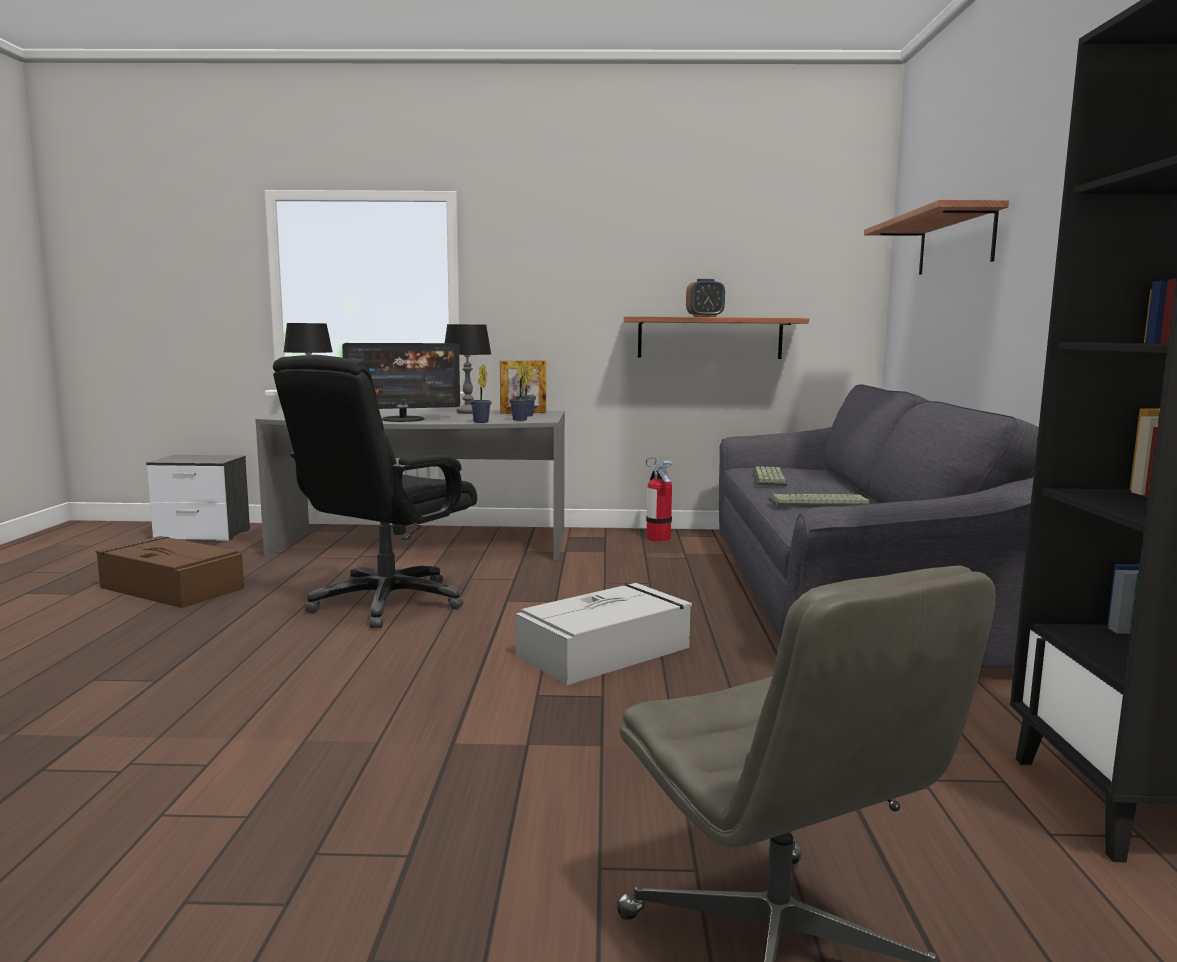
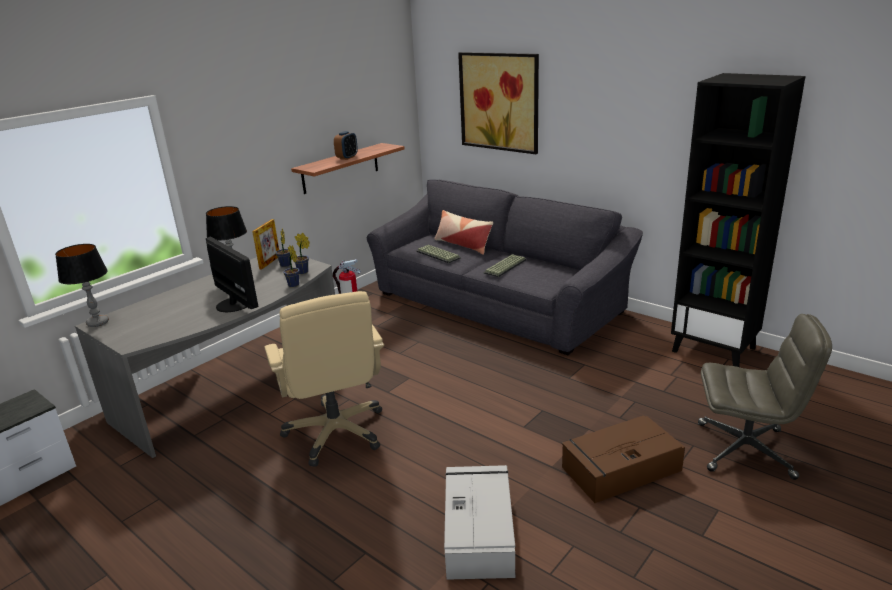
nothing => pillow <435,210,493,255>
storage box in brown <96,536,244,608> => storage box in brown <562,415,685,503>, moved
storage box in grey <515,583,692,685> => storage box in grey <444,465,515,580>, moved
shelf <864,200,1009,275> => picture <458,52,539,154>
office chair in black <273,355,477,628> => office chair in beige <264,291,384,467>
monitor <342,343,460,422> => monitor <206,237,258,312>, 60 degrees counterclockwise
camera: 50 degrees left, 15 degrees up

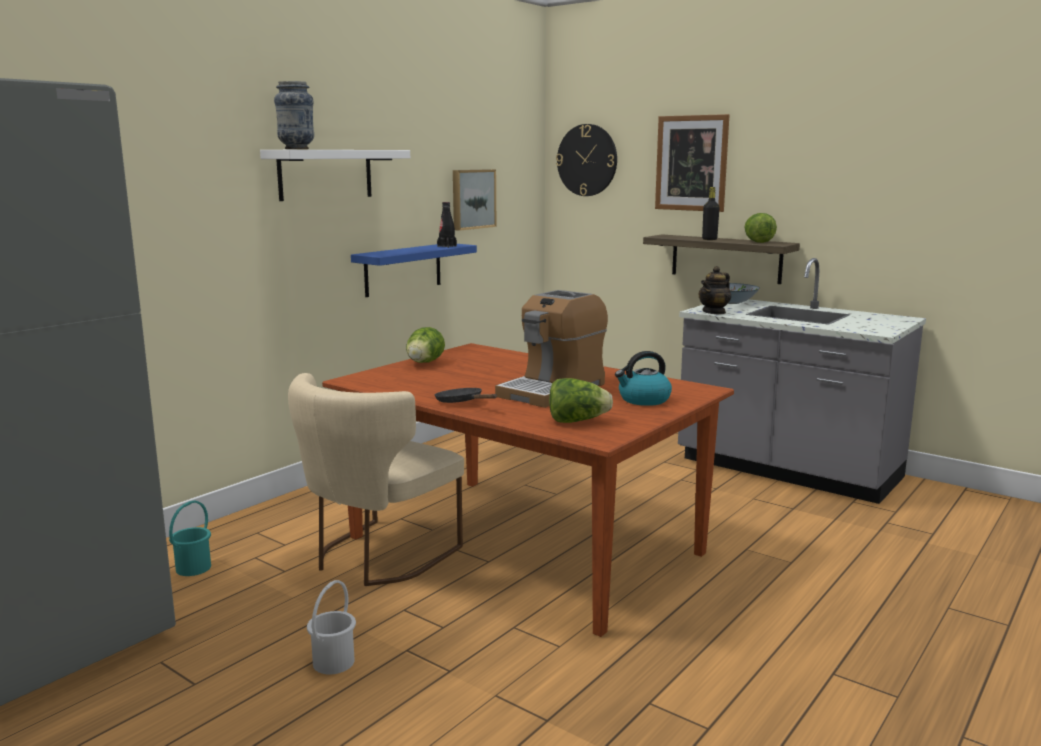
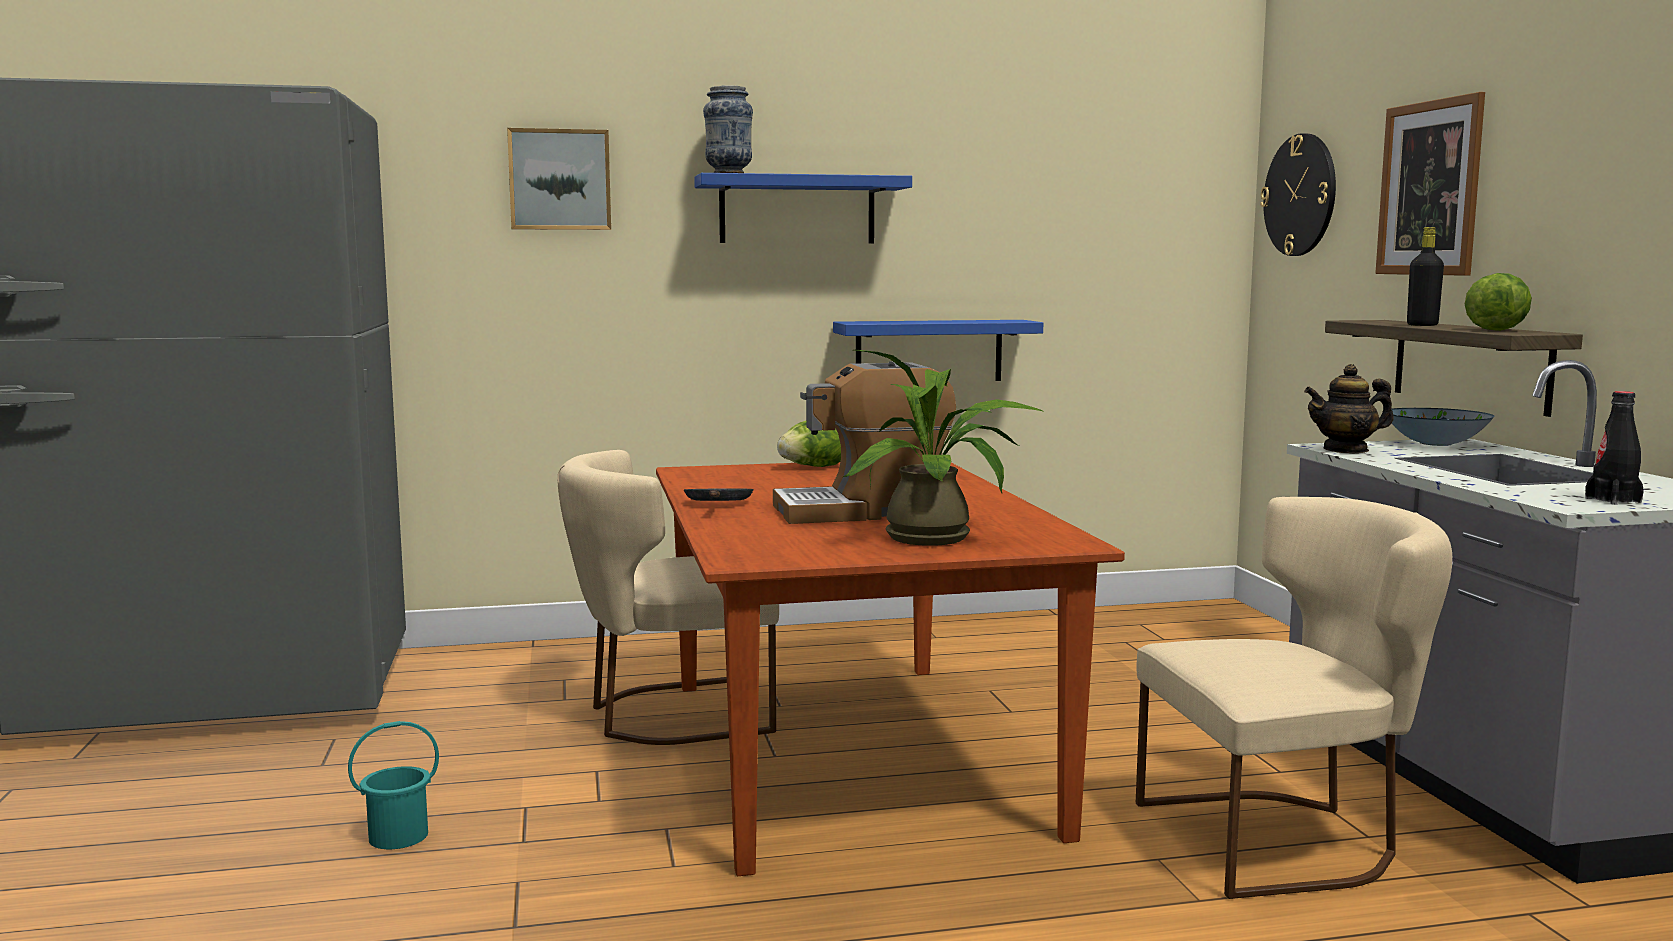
bucket in white <307,580,356,674> => nothing
lettuce <549,378,613,423> => nothing
nothing => chair in beige <1136,497,1452,899>
bucket in turquoise <169,501,211,576> => bucket in turquoise <348,721,439,849>, moved
bottle in black <437,202,457,248> => bottle in black <1585,391,1644,505>, moved
picture <453,169,496,231> => picture <507,128,611,230>, moved
kettle <615,351,672,406> => potted plant <843,350,1045,546>
shelf in white <260,150,410,201> => shelf in blue <694,173,912,243>
camera: 40 degrees right, 5 degrees down

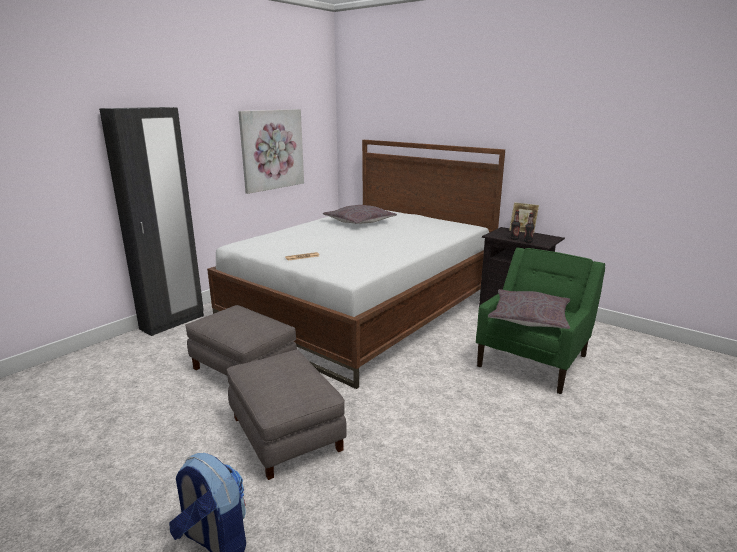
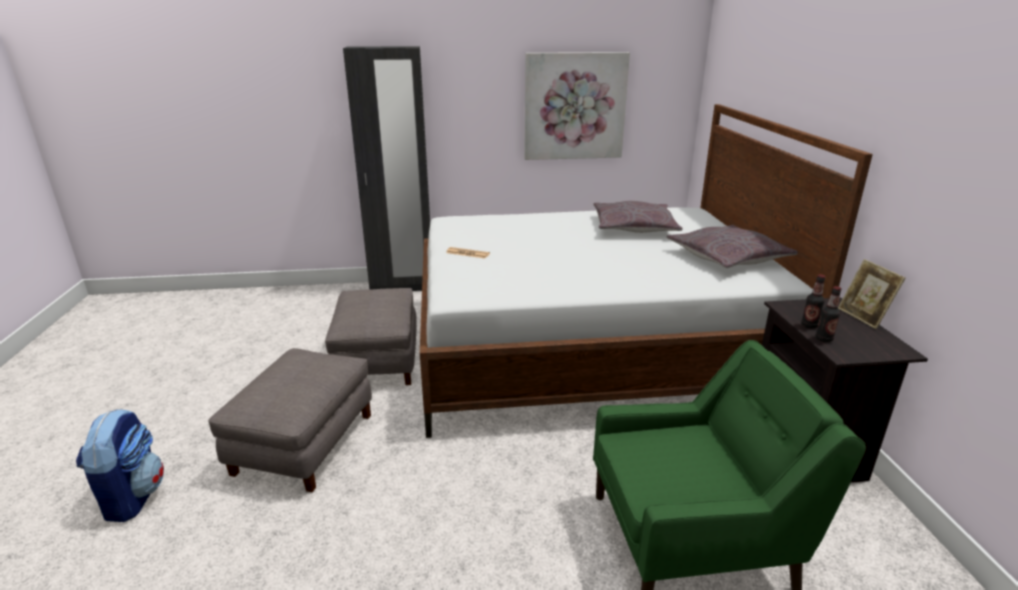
pillow in grey <488,289,570,329> => pillow in grey <666,225,798,268>, moved
camera: 45 degrees right, 5 degrees up

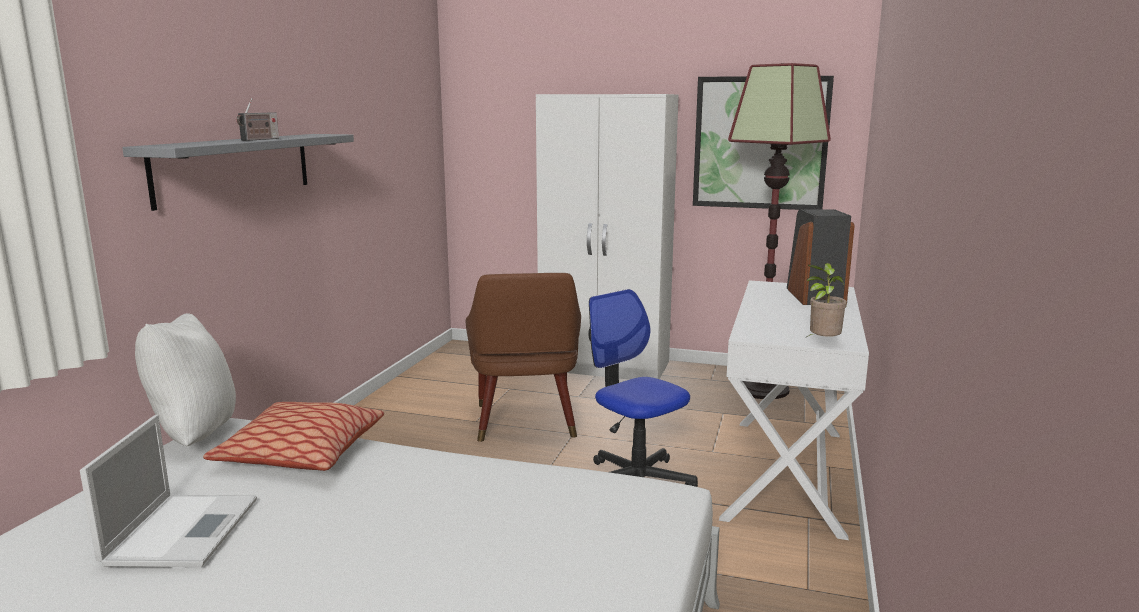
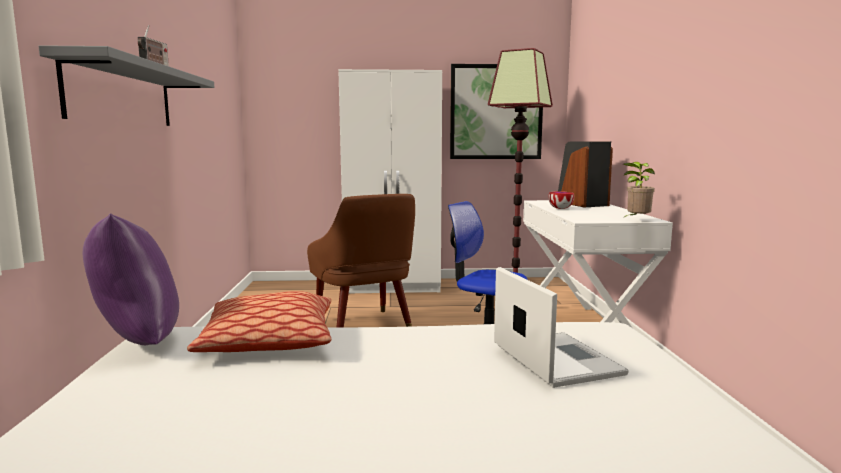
nothing => bowl <548,191,574,209>
laptop <80,414,257,567> => laptop <494,267,629,388>, moved
pillow in white <135,313,236,446> => pillow in purple <83,213,179,346>
camera: 20 degrees left, 5 degrees down

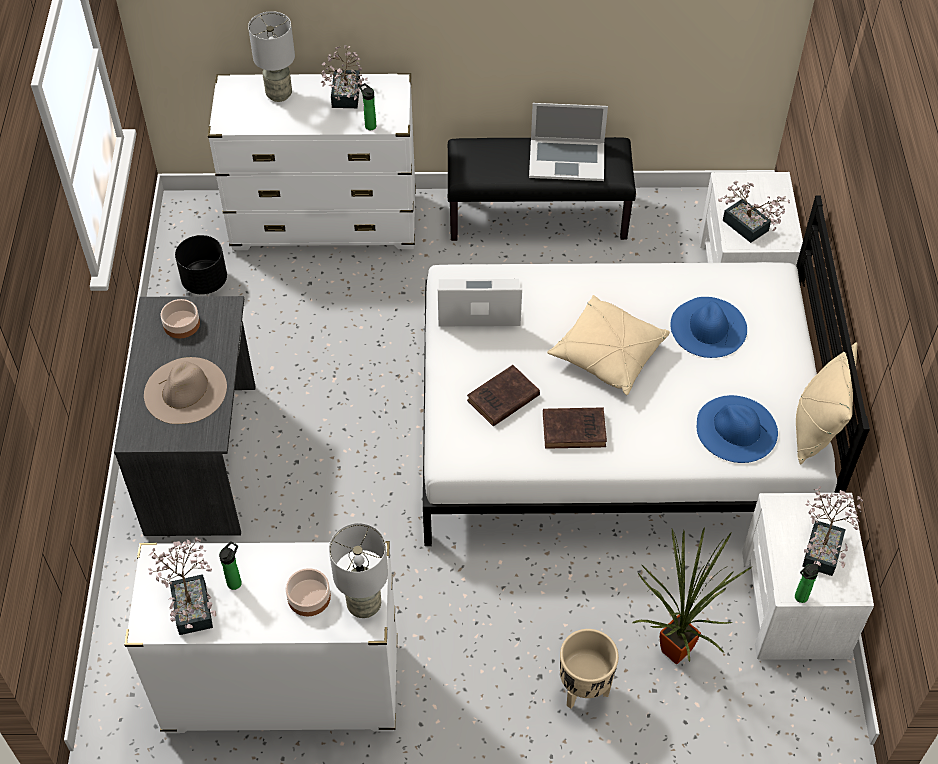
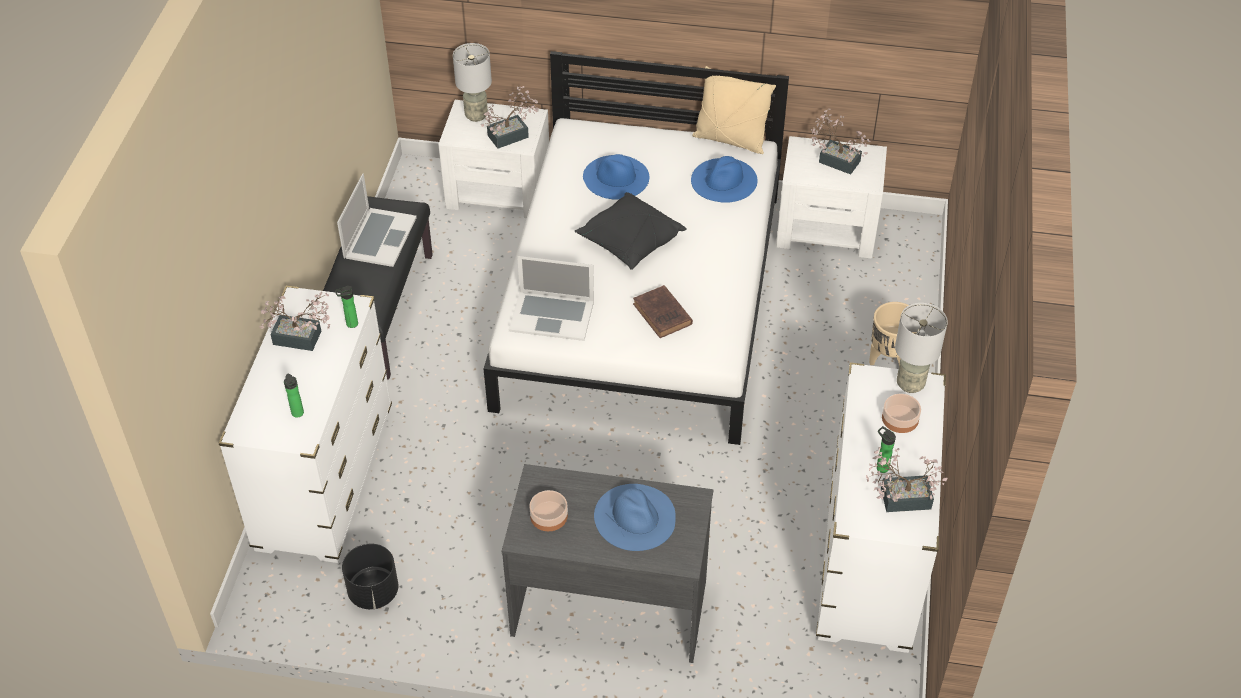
book in brown <543,407,607,449> => nothing
potted plant <632,528,753,664> => nothing
table lamp in grey <248,11,295,102> => table lamp in grey <453,43,492,122>, moved
bottle <795,564,819,603> => bottle <284,374,304,418>, moved
hat in beige <144,357,227,424> => hat in blue <594,484,676,551>
pillow in beige <547,295,670,395> => pillow in black <575,192,687,270>
laptop <438,279,522,326> => laptop <509,256,594,341>, 90 degrees counterclockwise
camera: 80 degrees left, 5 degrees down

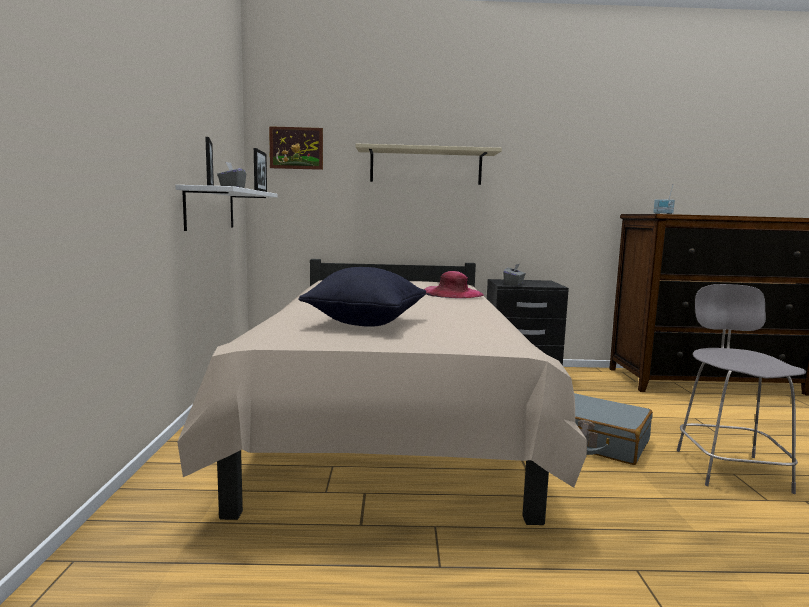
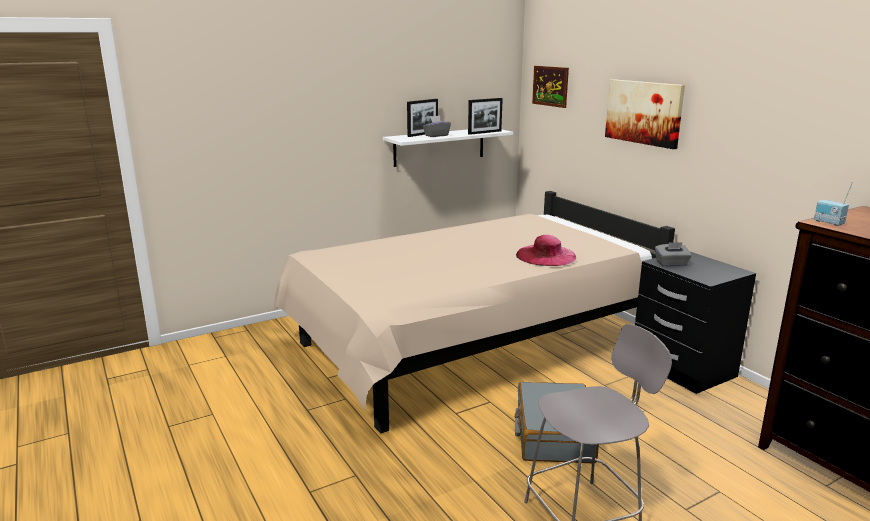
pillow in black <298,267,426,327> => nothing
shelf in beige <356,144,502,185> => picture <605,79,685,149>
camera: 60 degrees right, 10 degrees up

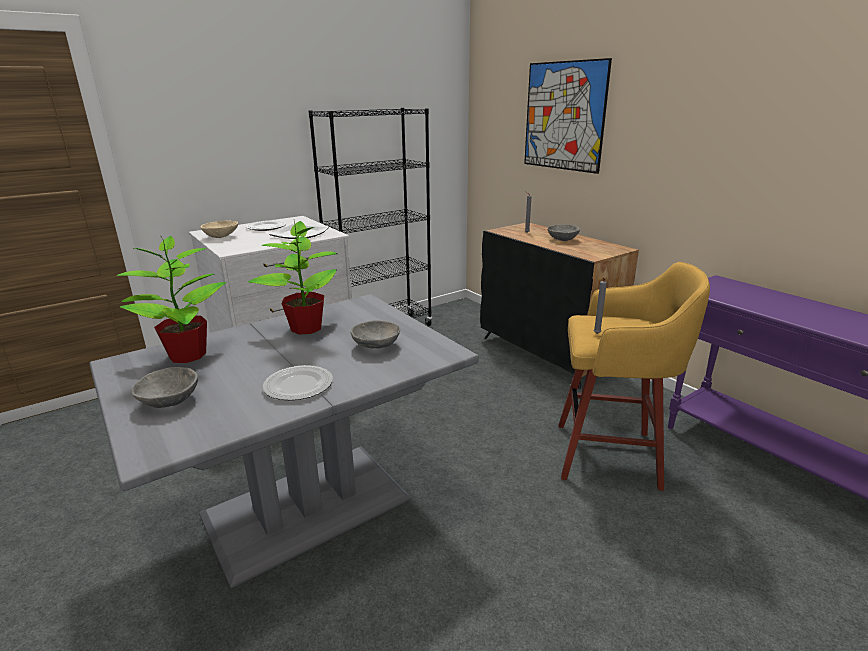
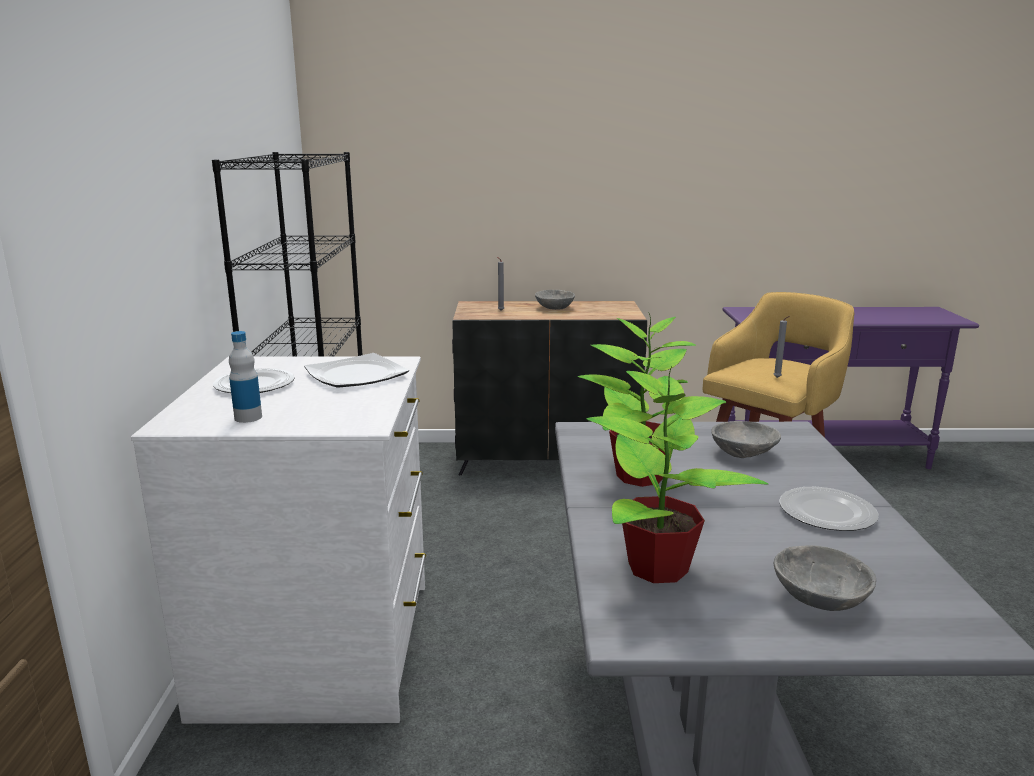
picture <524,58,612,174> => nothing
bowl in beige <201,221,238,238> => bottle <229,331,262,423>
camera: 55 degrees left, 5 degrees down

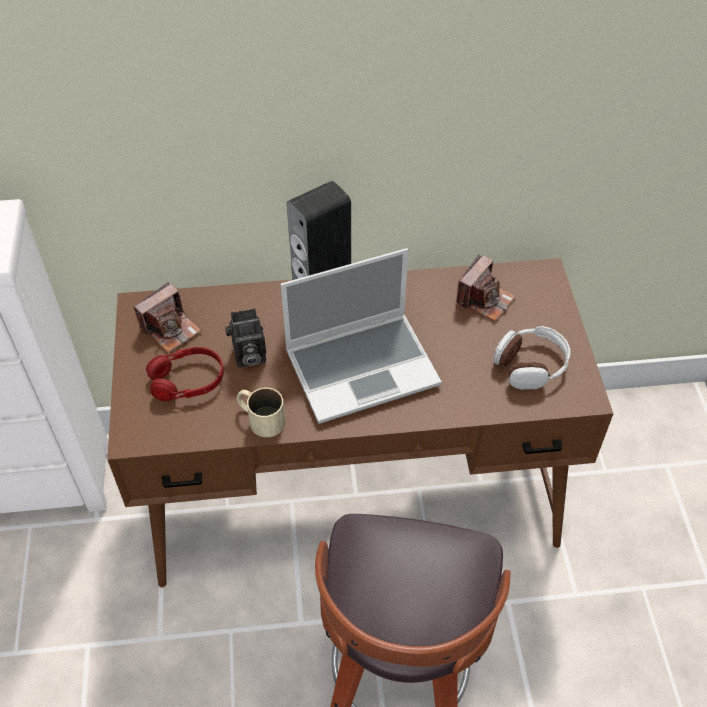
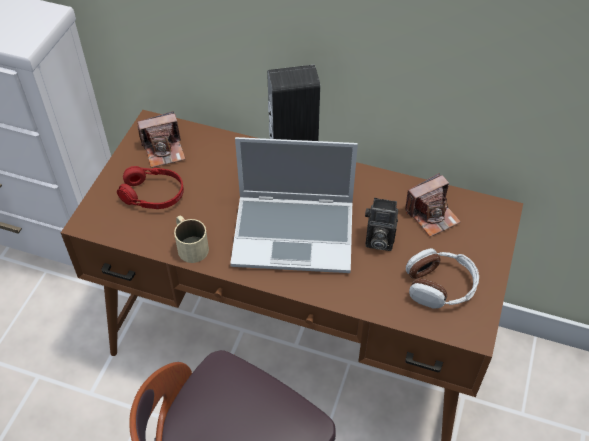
photo camera <225,308,266,368> => photo camera <365,198,398,251>, moved
camera: 25 degrees right, 0 degrees up

